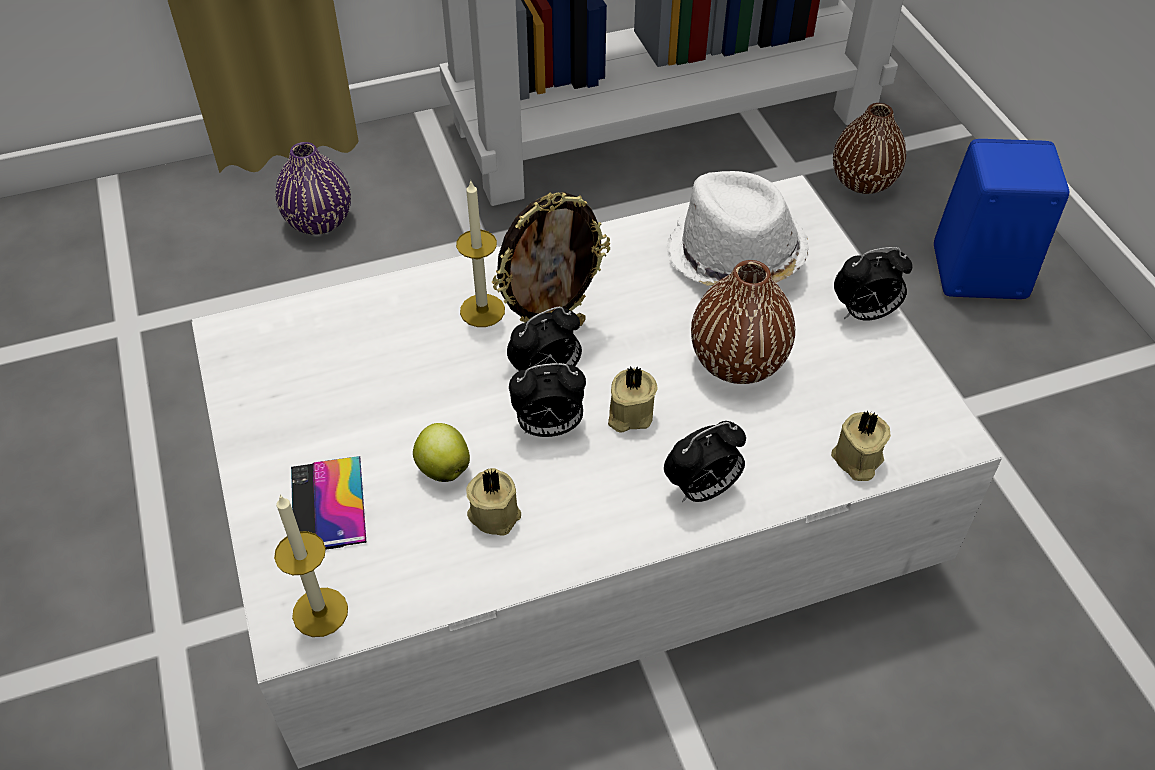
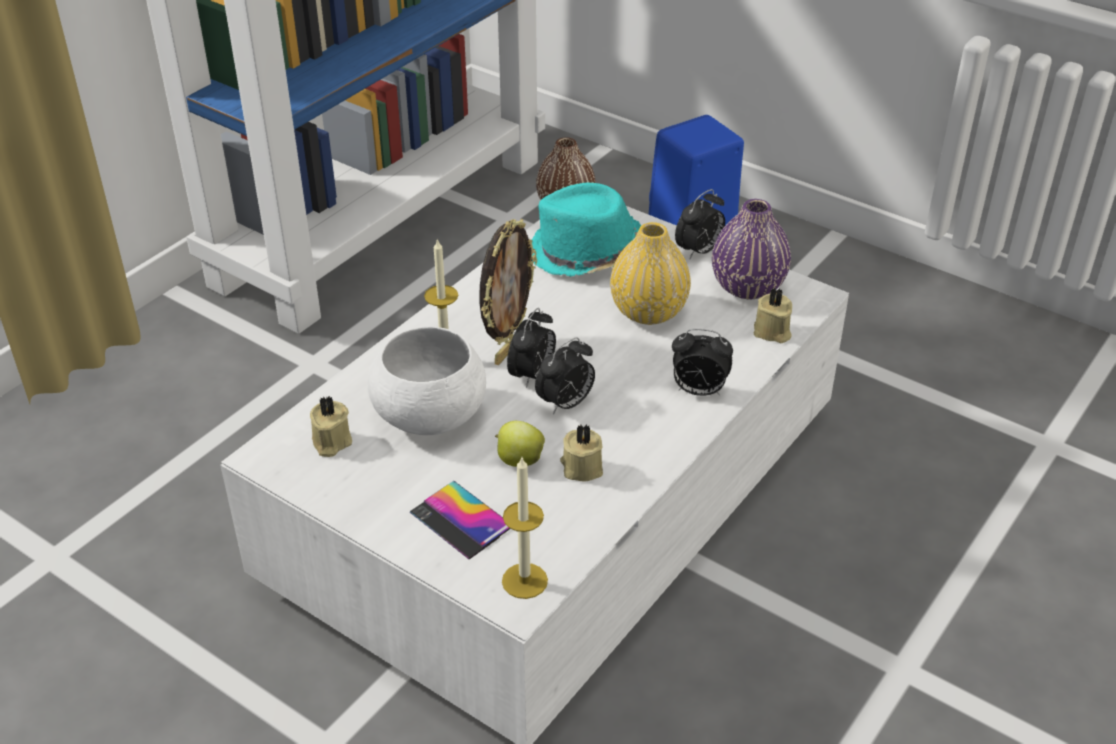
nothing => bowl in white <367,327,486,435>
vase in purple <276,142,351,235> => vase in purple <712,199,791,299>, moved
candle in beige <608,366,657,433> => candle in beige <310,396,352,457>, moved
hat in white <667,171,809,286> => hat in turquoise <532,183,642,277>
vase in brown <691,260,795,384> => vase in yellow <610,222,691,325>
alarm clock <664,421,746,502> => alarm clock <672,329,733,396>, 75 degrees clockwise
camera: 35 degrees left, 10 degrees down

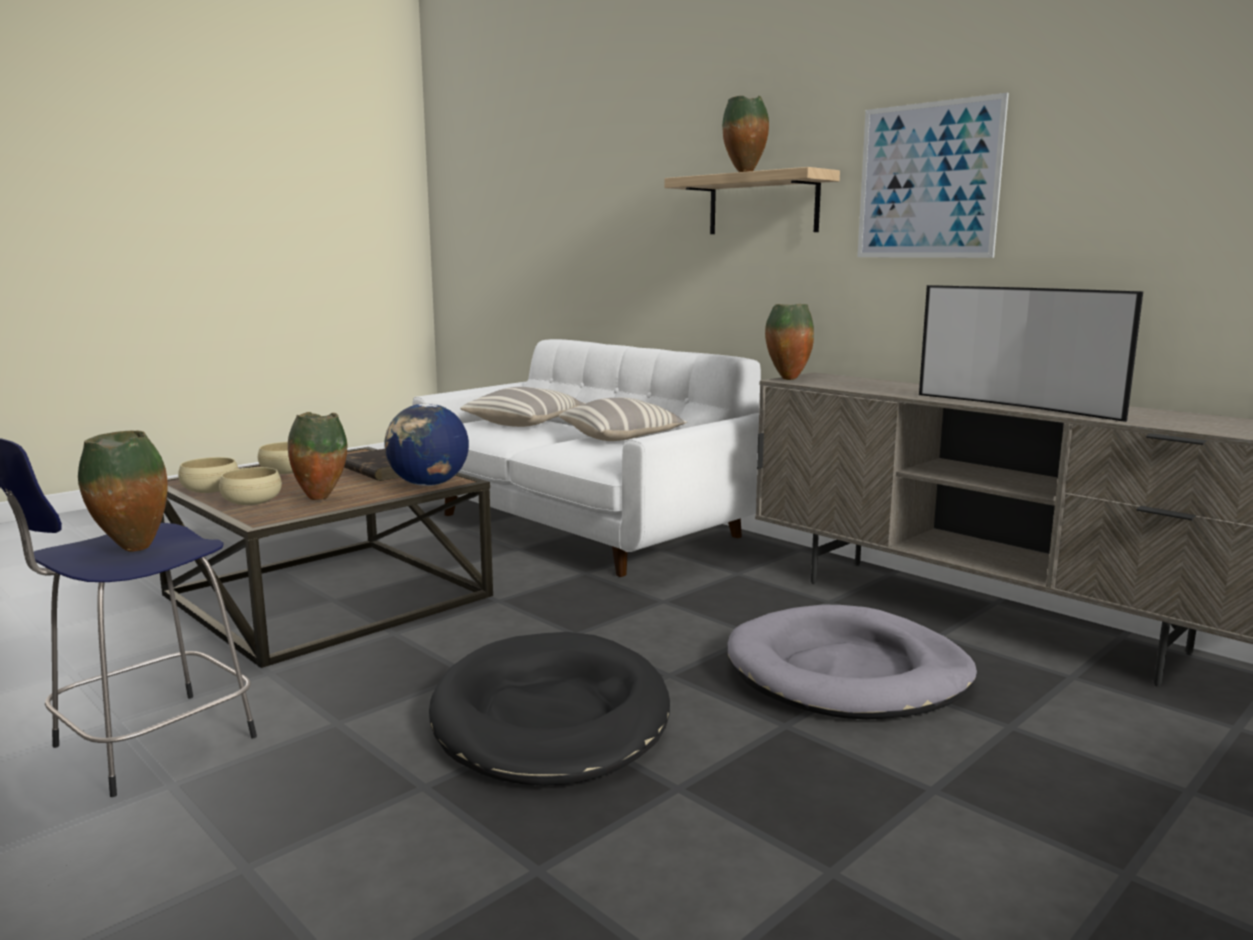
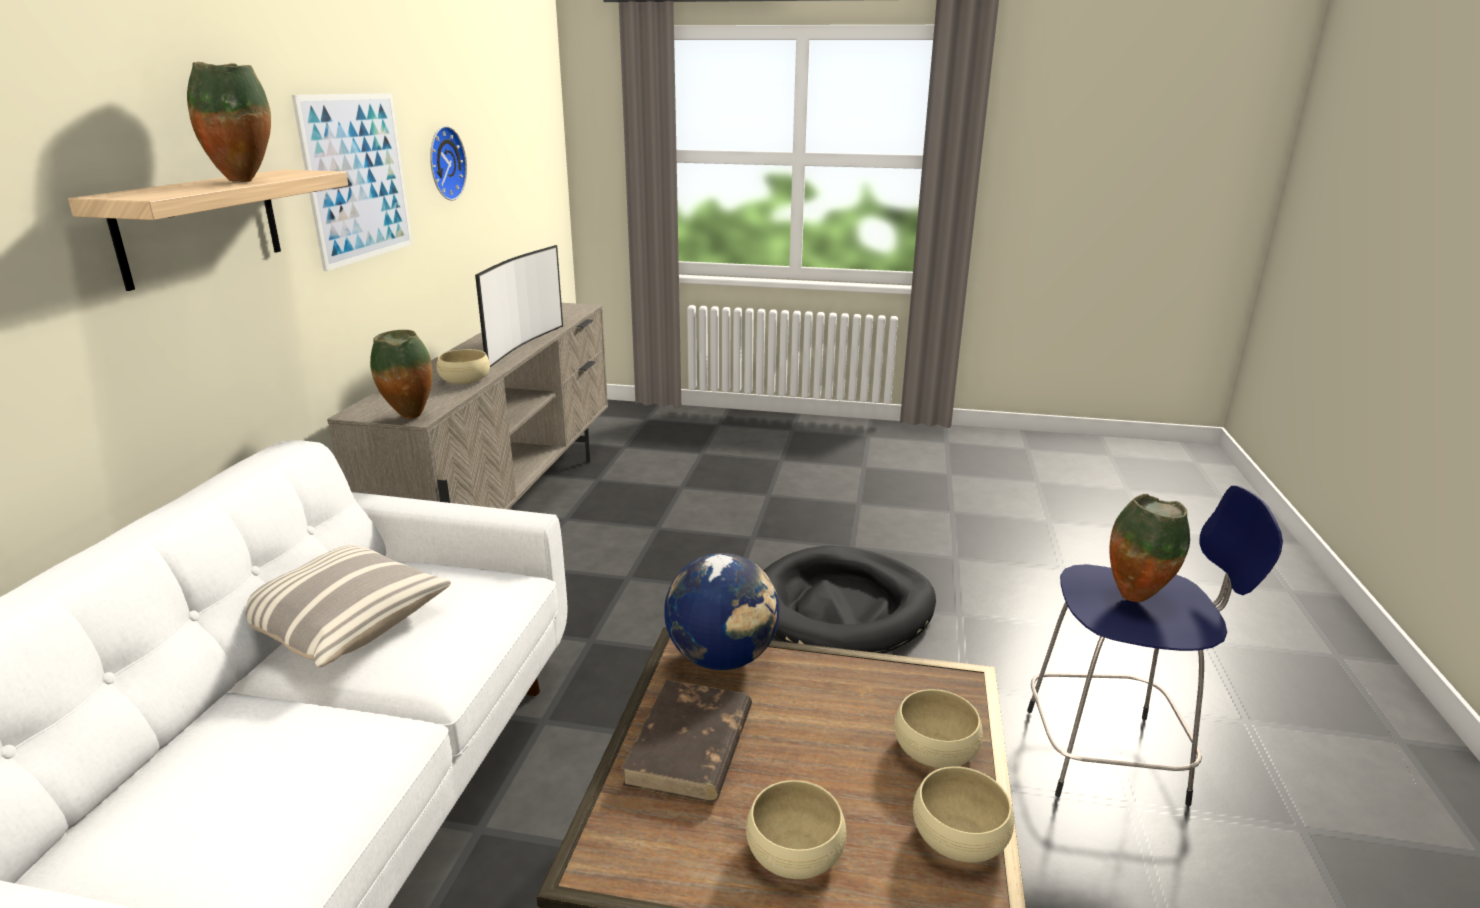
vase <288,412,347,500> => nothing
pillow <460,387,586,427> => nothing
dog bed in grey <728,605,977,720> => nothing
nothing => wall clock <430,126,467,201>
nothing => bowl in beige <437,349,490,384>
camera: 125 degrees left, 10 degrees up

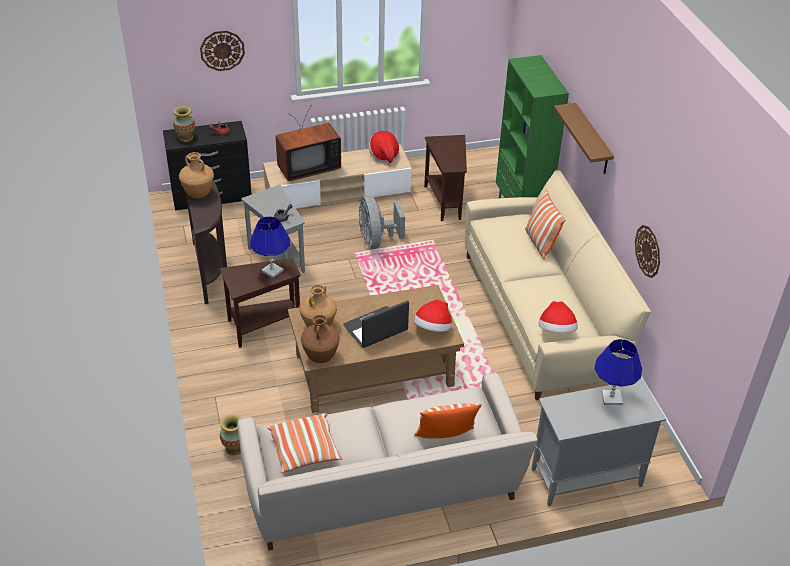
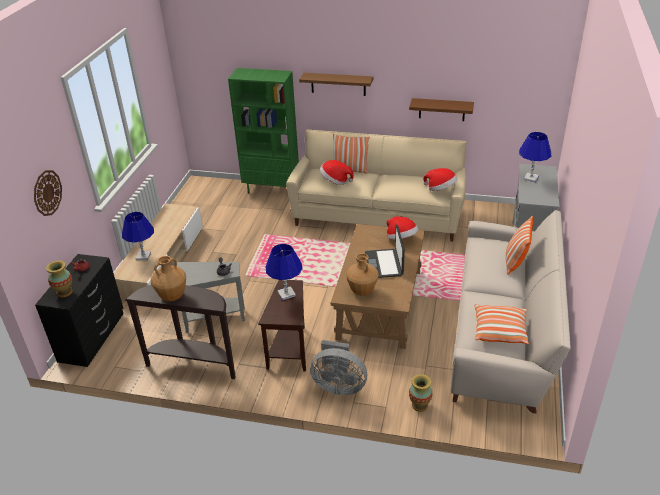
vase in brown <301,315,340,363> => nothing
side table in brown <424,135,467,221> => nothing
fan in grey <359,195,405,249> => fan in grey <310,340,367,395>, moved
hat <369,131,399,166> => hat <320,160,354,185>, moved
television <276,106,341,181> => table lamp in blue <122,212,154,260>
wall clock <635,225,660,278> => shelf in brown <409,98,474,121>
camera: 60 degrees left, 5 degrees down

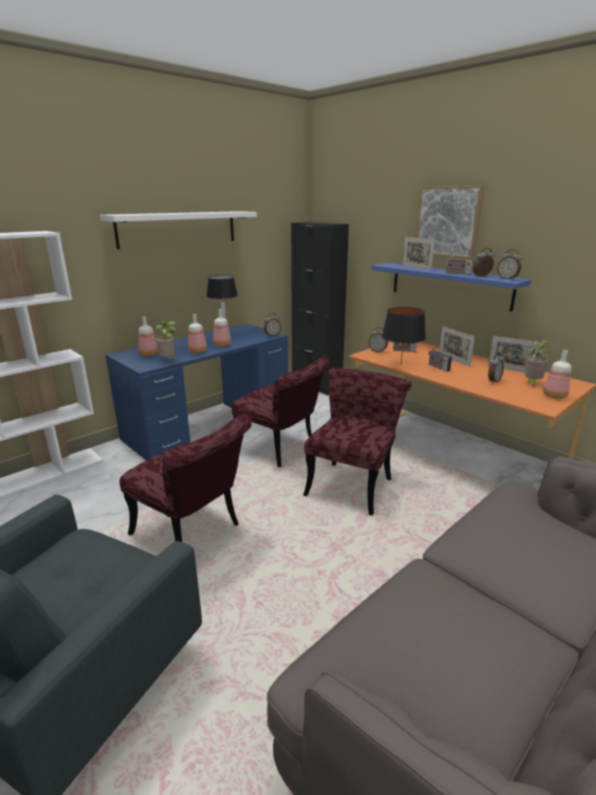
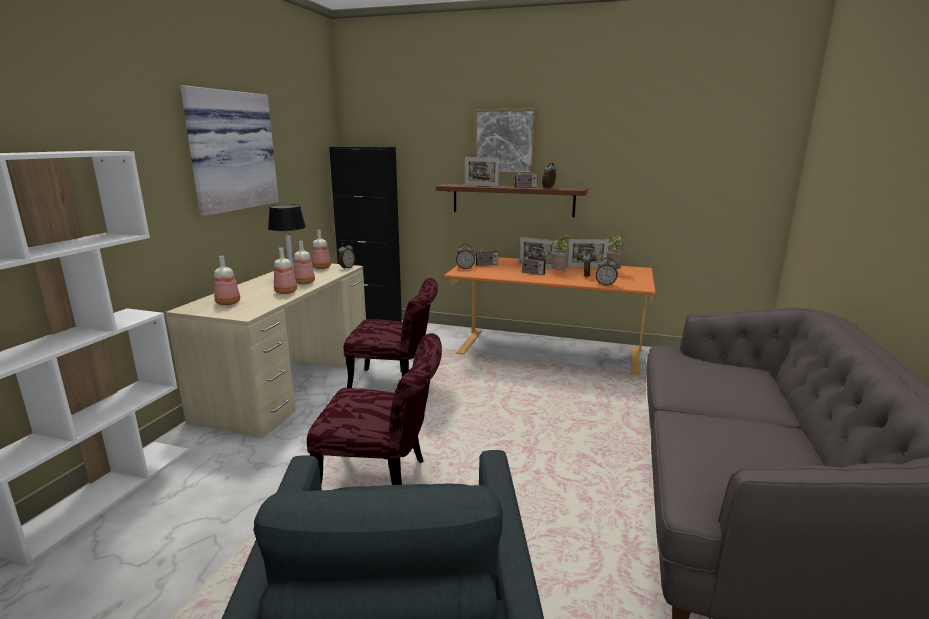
chair in red <303,368,412,516> => nothing
table lamp in black <382,307,426,364> => nothing
potted plant <156,321,177,359> => potted plant <551,235,570,272>, moved
alarm clock <497,249,522,280> => alarm clock <596,258,617,286>, moved
bottle <543,350,571,399> => bottle <312,230,331,269>, moved
shelf in white <100,211,257,249> => picture <180,86,279,216>
desk in blue <105,324,288,461> => desk in beige <165,264,366,438>
shelf in blue <371,263,531,311> => shelf in brown <436,184,588,217>
camera: 30 degrees left, 5 degrees down

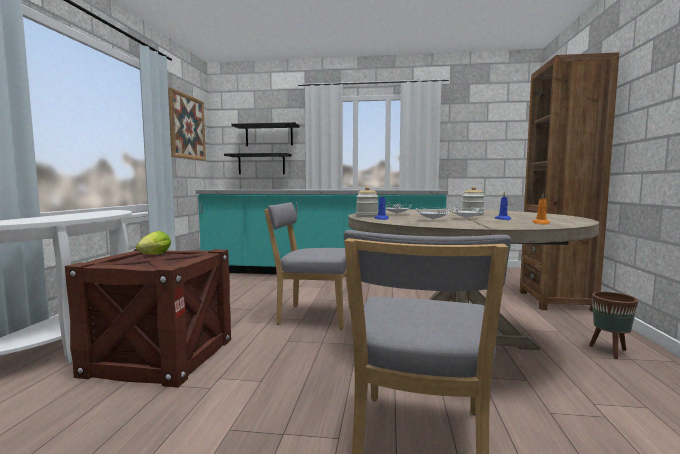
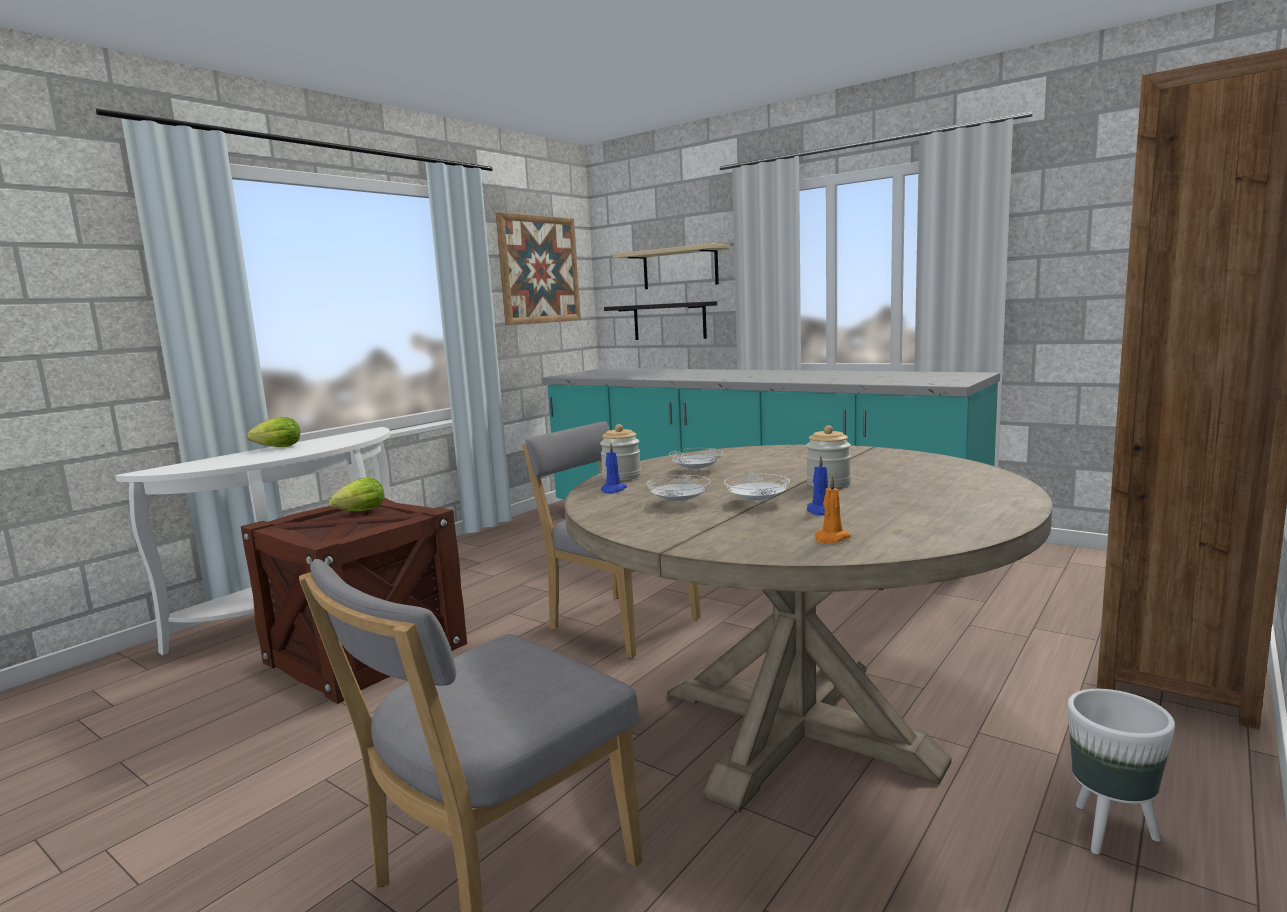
nothing => lettuce <247,417,300,447>
shelf in black <232,122,300,146> => shelf in beige <613,243,730,289>
planter in brown <589,292,638,359> => planter in white <1068,689,1175,854>
camera: 30 degrees right, 5 degrees up

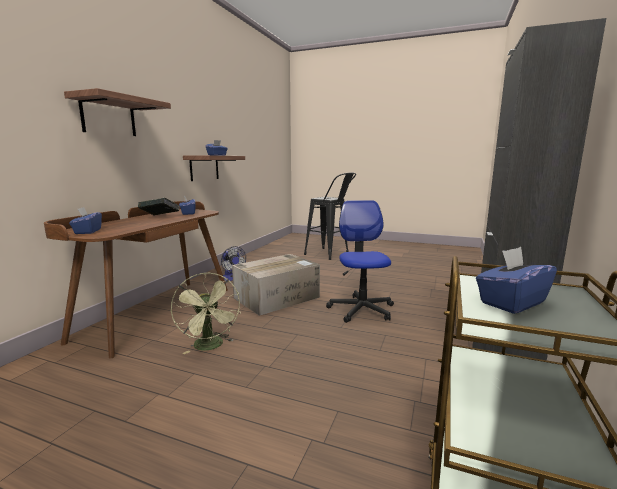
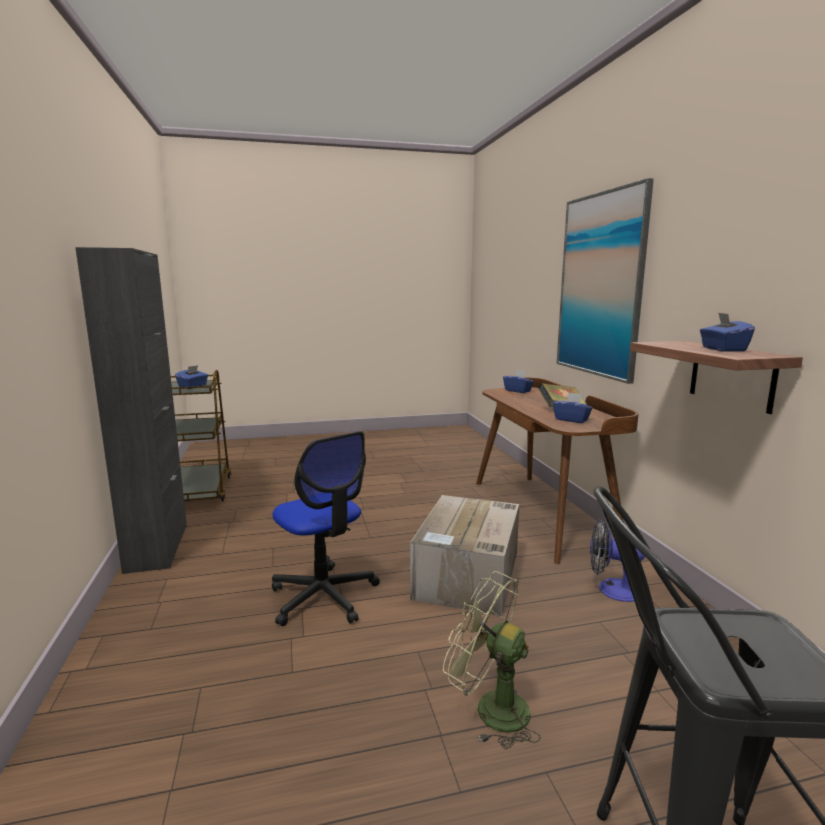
fan in green <171,272,241,354> => fan in green <443,571,541,749>, moved
shelf <64,88,171,136> => picture <557,178,654,384>
camera: 145 degrees right, 0 degrees up

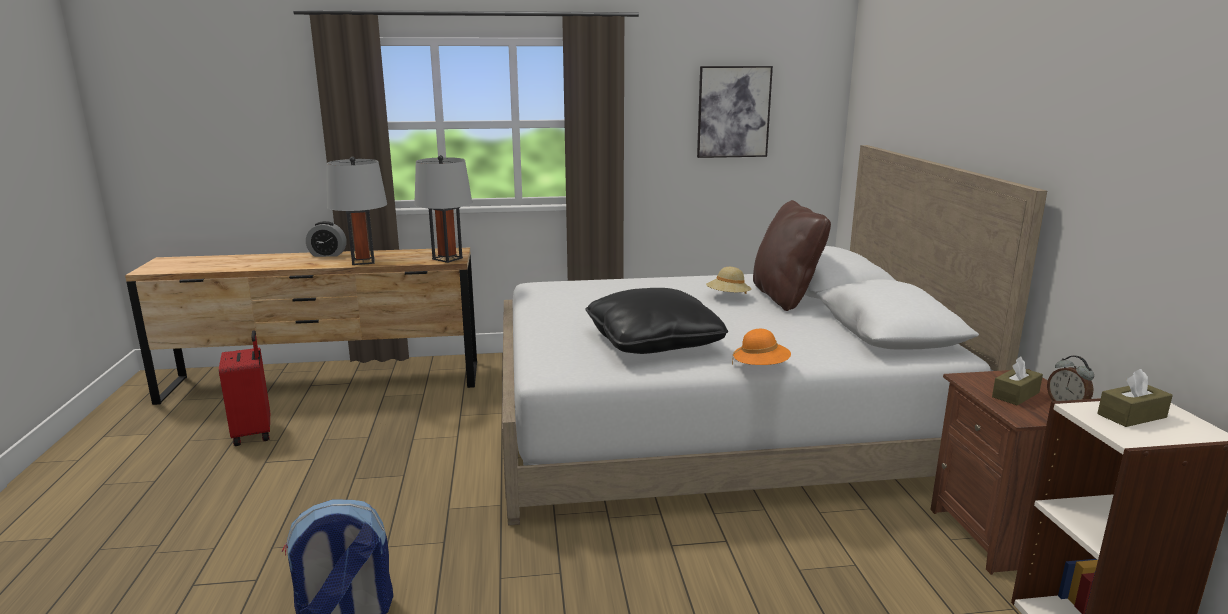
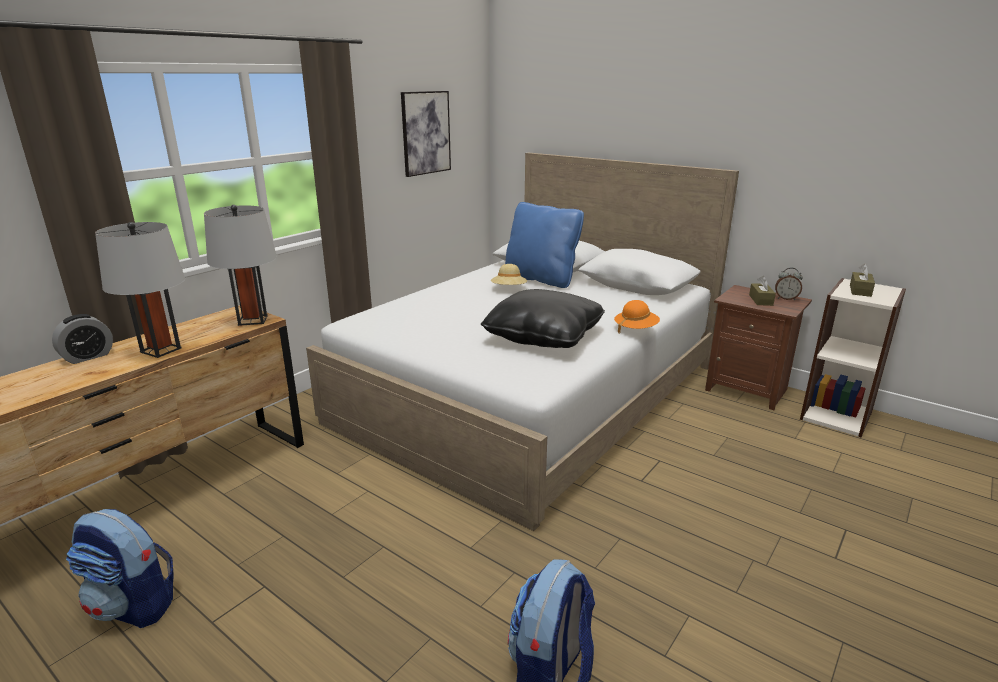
suitcase in red <219,330,270,446> => backpack <66,509,174,628>
pillow in brown <753,200,831,311> => pillow in blue <505,202,584,288>
camera: 45 degrees left, 5 degrees up

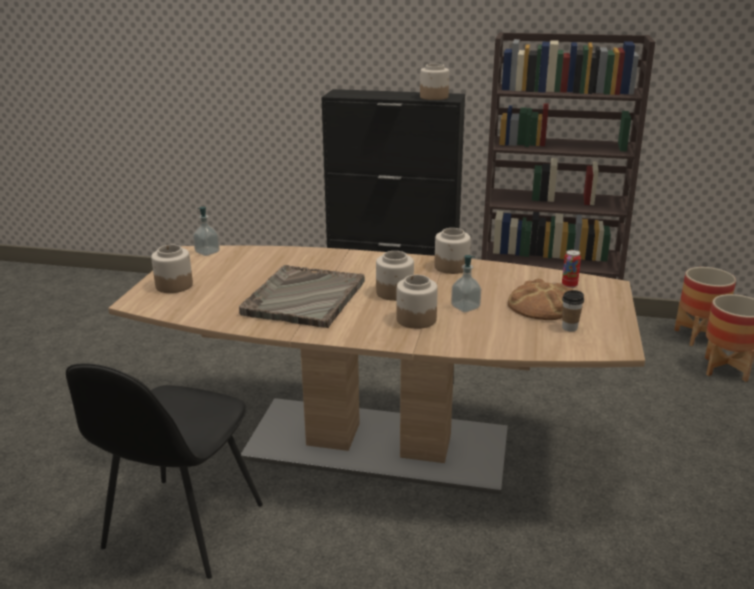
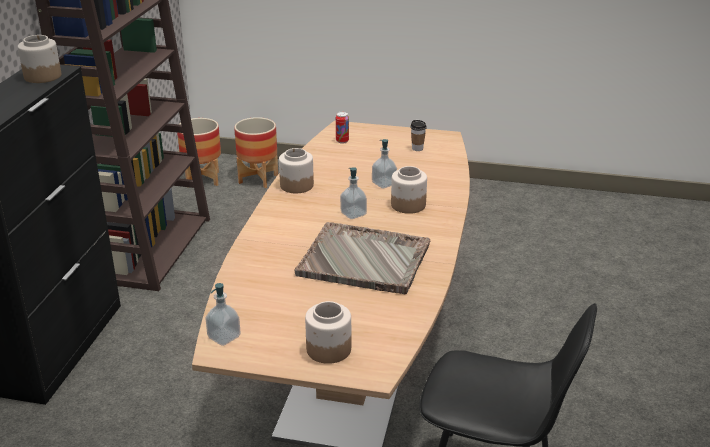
bread <508,279,574,320> => nothing
jar <376,251,414,301> => soap dispenser <340,167,367,219>
camera: 90 degrees left, 5 degrees up

